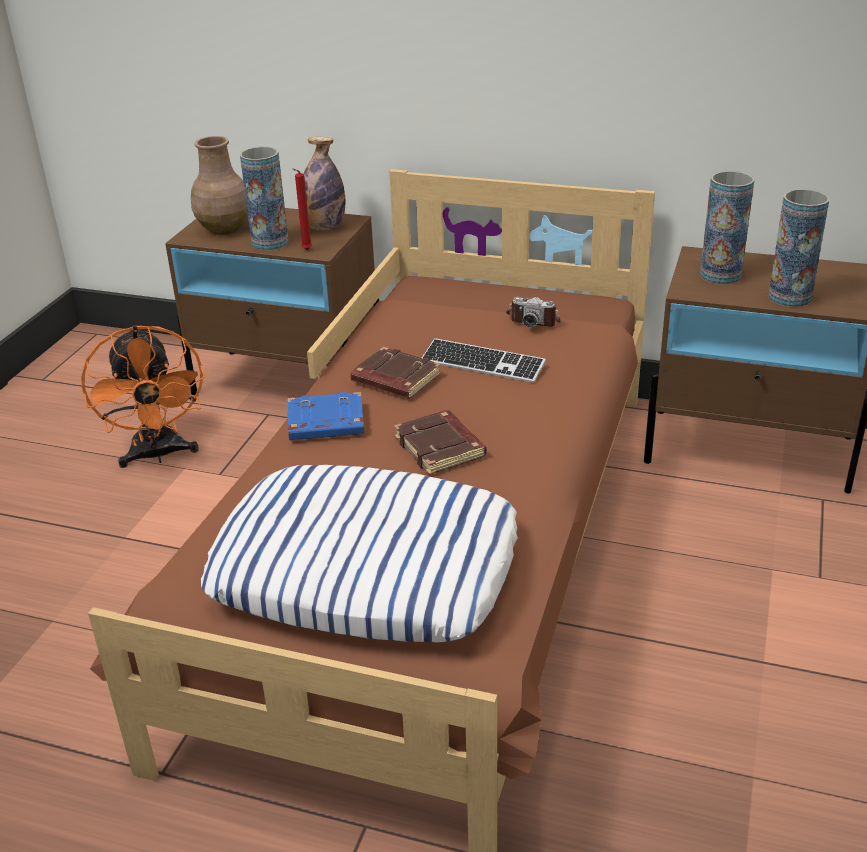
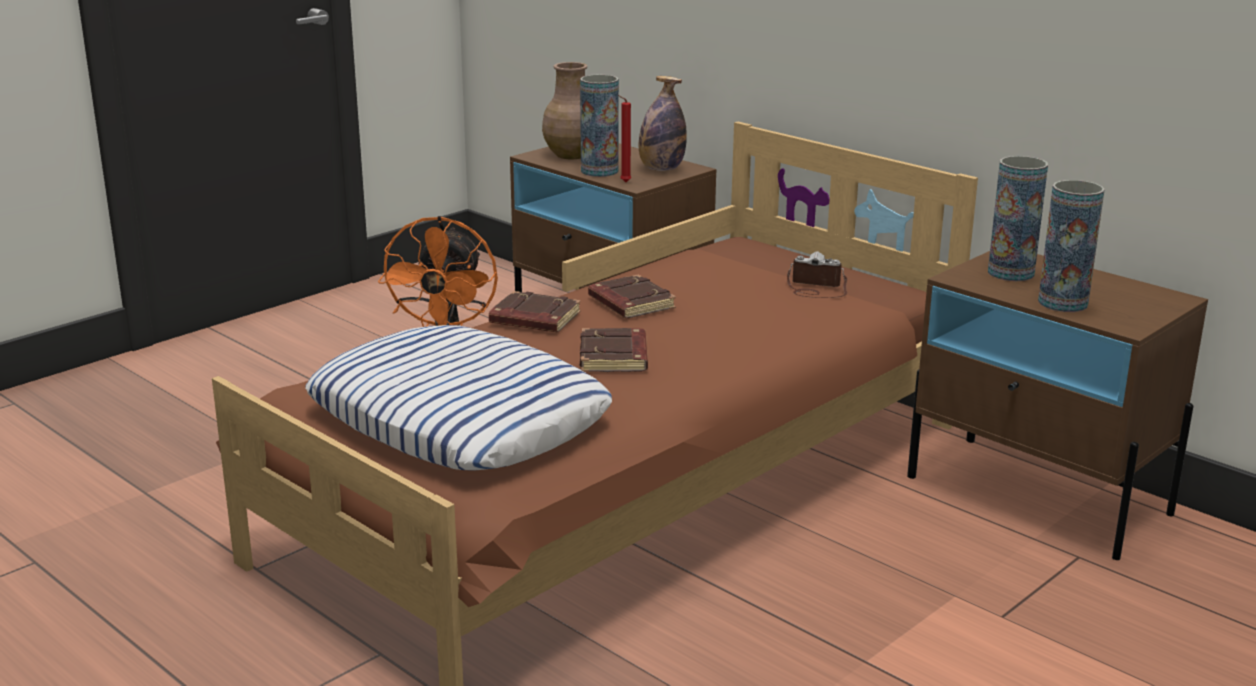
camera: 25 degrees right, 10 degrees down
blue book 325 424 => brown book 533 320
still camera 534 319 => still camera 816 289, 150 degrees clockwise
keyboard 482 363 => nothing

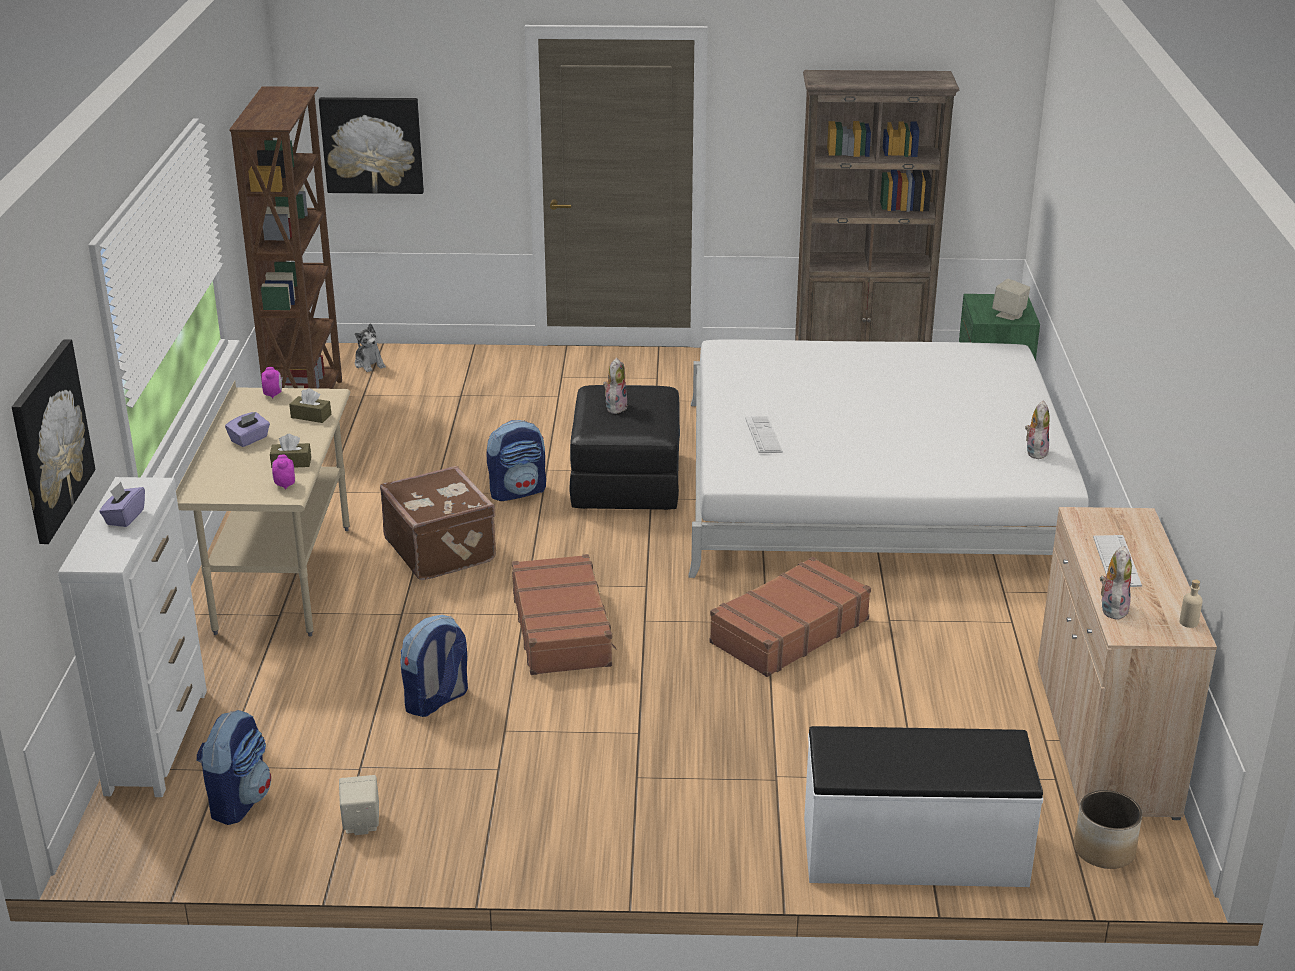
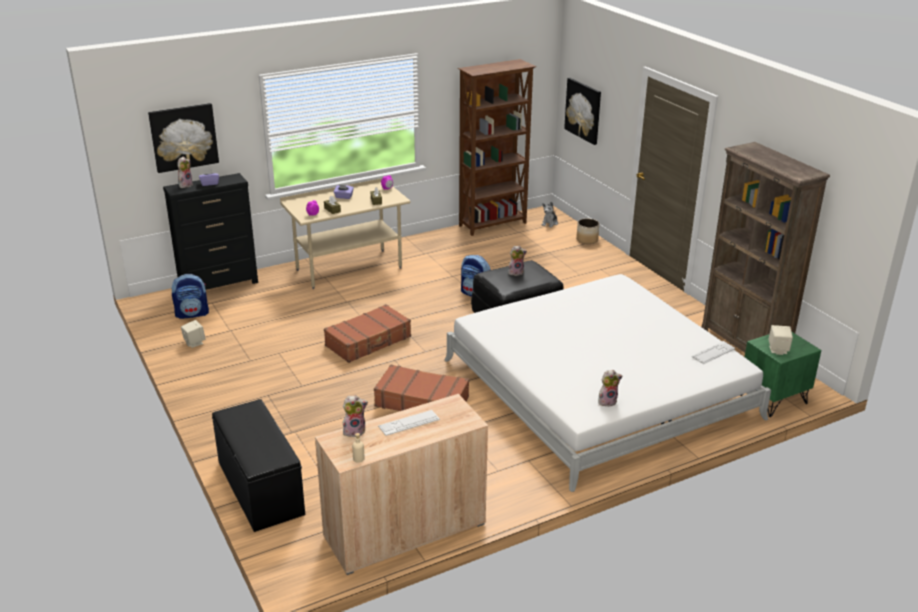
camera: 60 degrees right, 0 degrees up
whitish dresser 158 740 => black-coloured dresser 219 285
nothing => plush toy 185 185
whitish long seat 914 853 => black-coloured long seat 259 488
planter 1104 850 => planter 587 240, shifted
keyboard 763 435 => keyboard 713 353, shifted
brown suitcase 441 549 => nothing
knapsack 436 701 => nothing

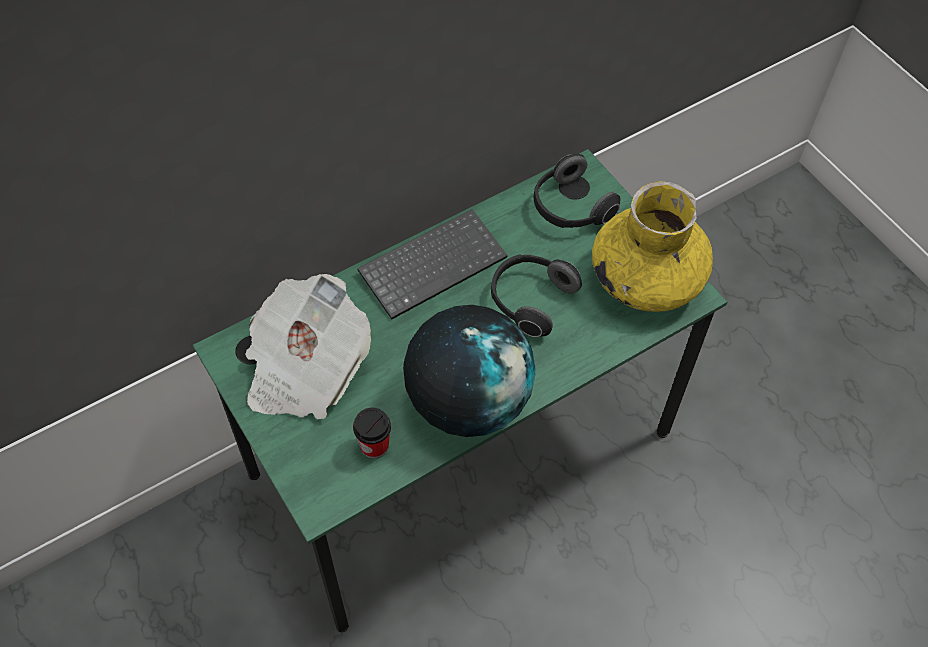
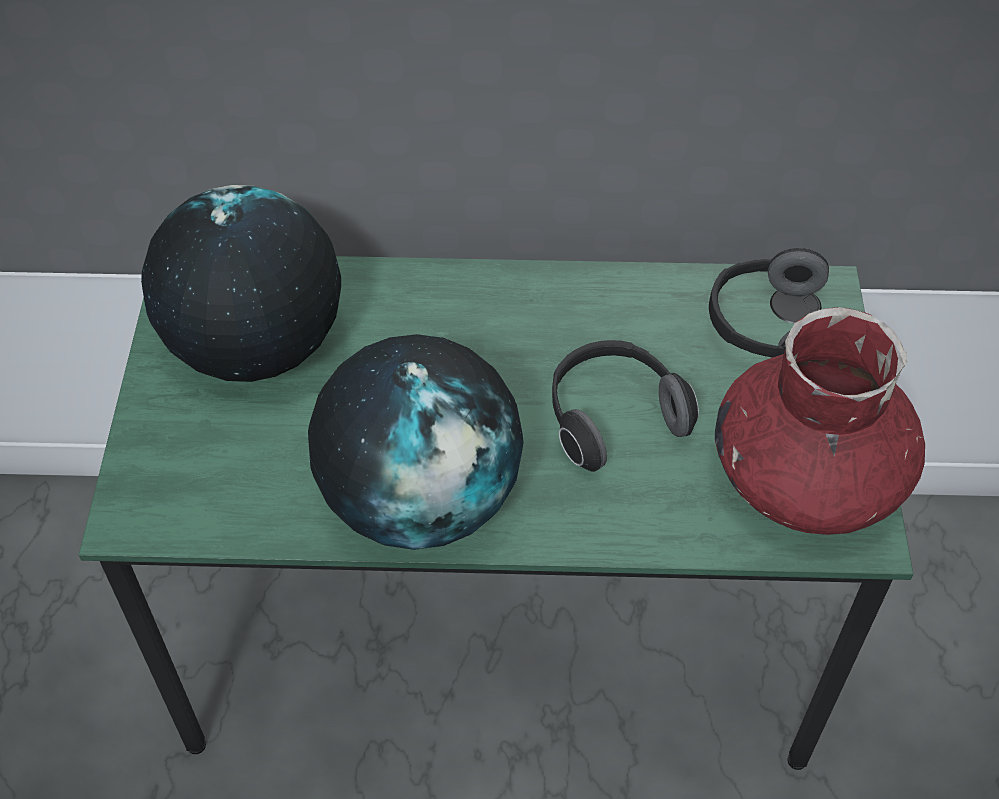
camera: 35 degrees right, 5 degrees down
printed paper 305 368 => world globe 255 347
yellowish decorative vase 646 279 => reddish decorative vase 807 476
cup 374 446 => nothing
keyboard 433 263 => nothing

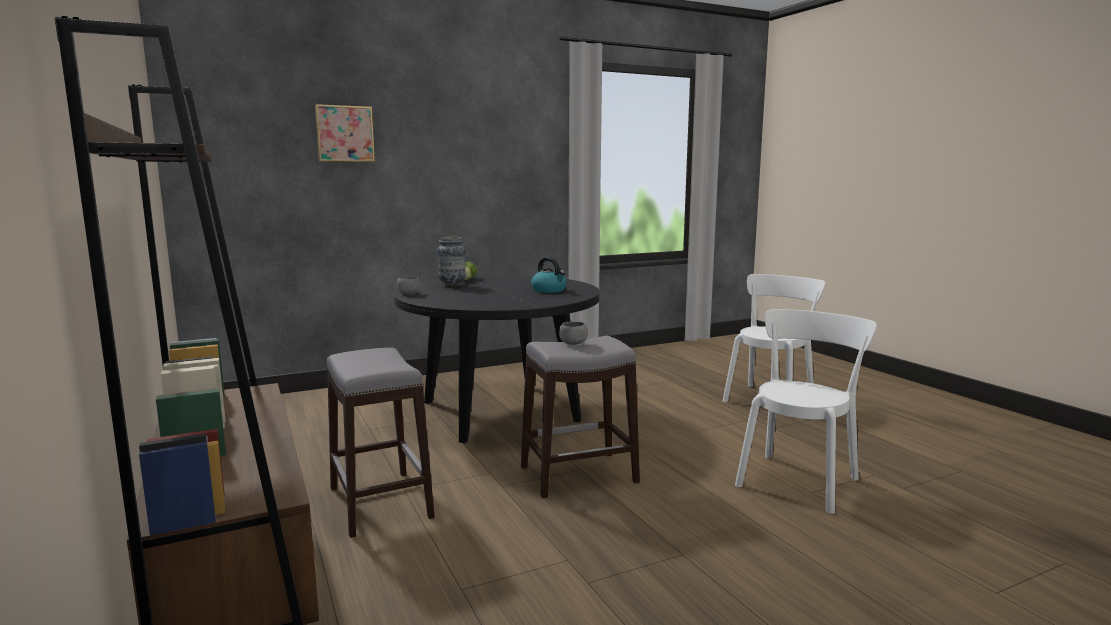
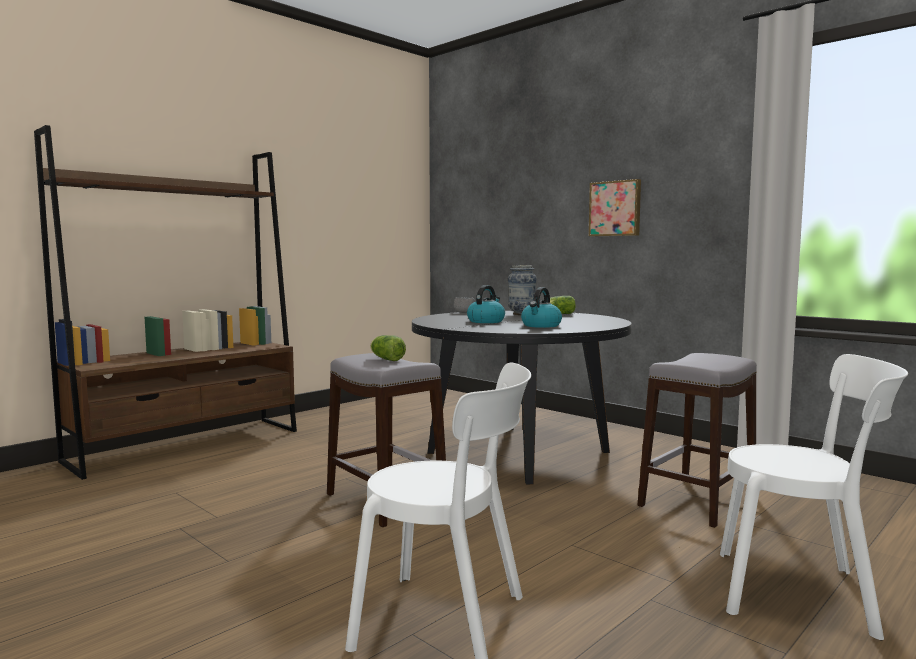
camera: 70 degrees right, 5 degrees down
greyish bowl 573 343 => head of lettuce 386 359
nothing => tea kettle 486 321
picture 344 134 => picture 615 208, shifted
greyish stool seat 381 502 => greyish stool seat 698 501, shifted

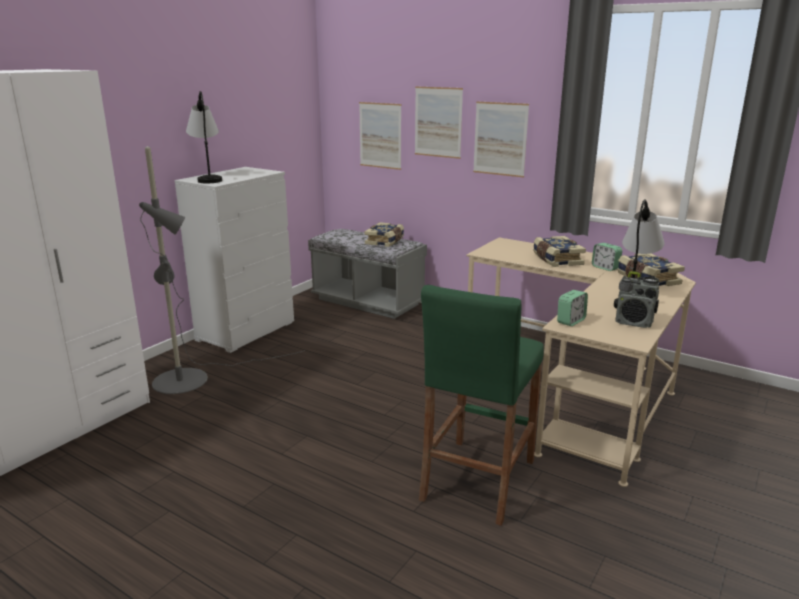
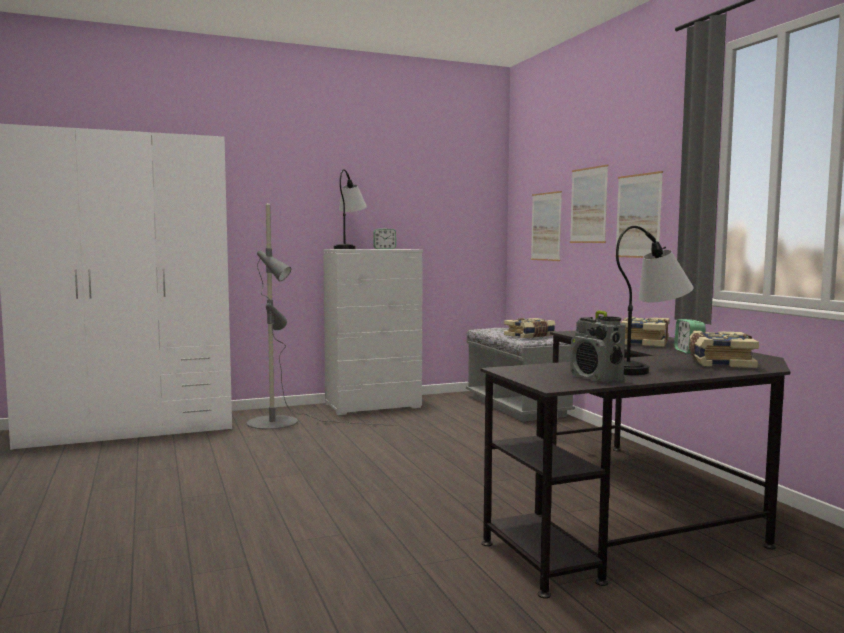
camera: 35 degrees right, 15 degrees down
bedside clock 571 321 => bedside clock 384 249, shifted
sand-coloured desk table 577 388 => black-coloured desk table 637 511
green-coloured stool seat 477 480 => nothing

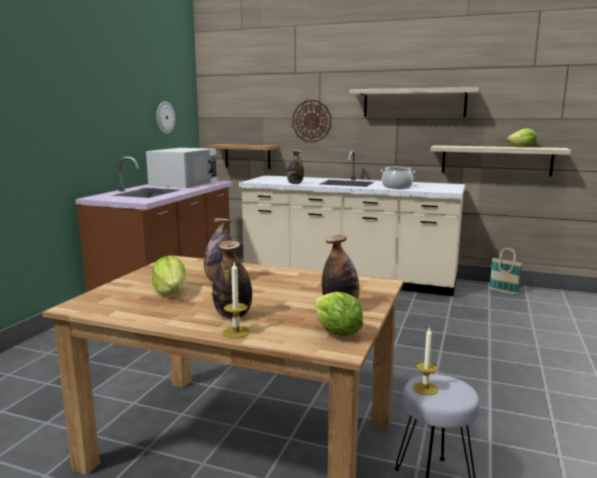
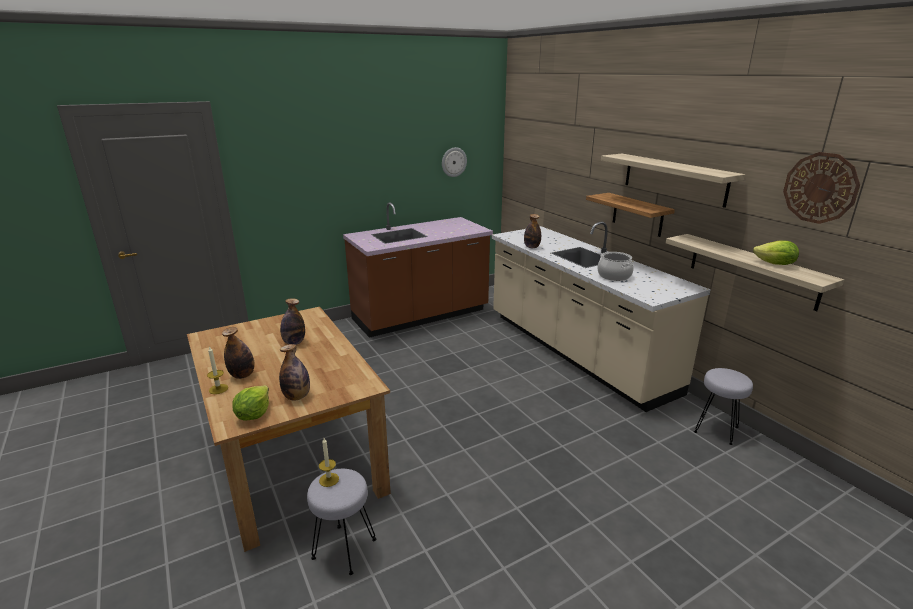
camera: 40 degrees right, 10 degrees up
shelf 247 156 => shelf 637 214, shifted
basket 503 291 => greyish stool seat 717 430
hanging clock 311 121 => hanging clock 820 188, shifted
whitish microwave oven 184 183 => nothing
head of lettuce 171 292 => nothing

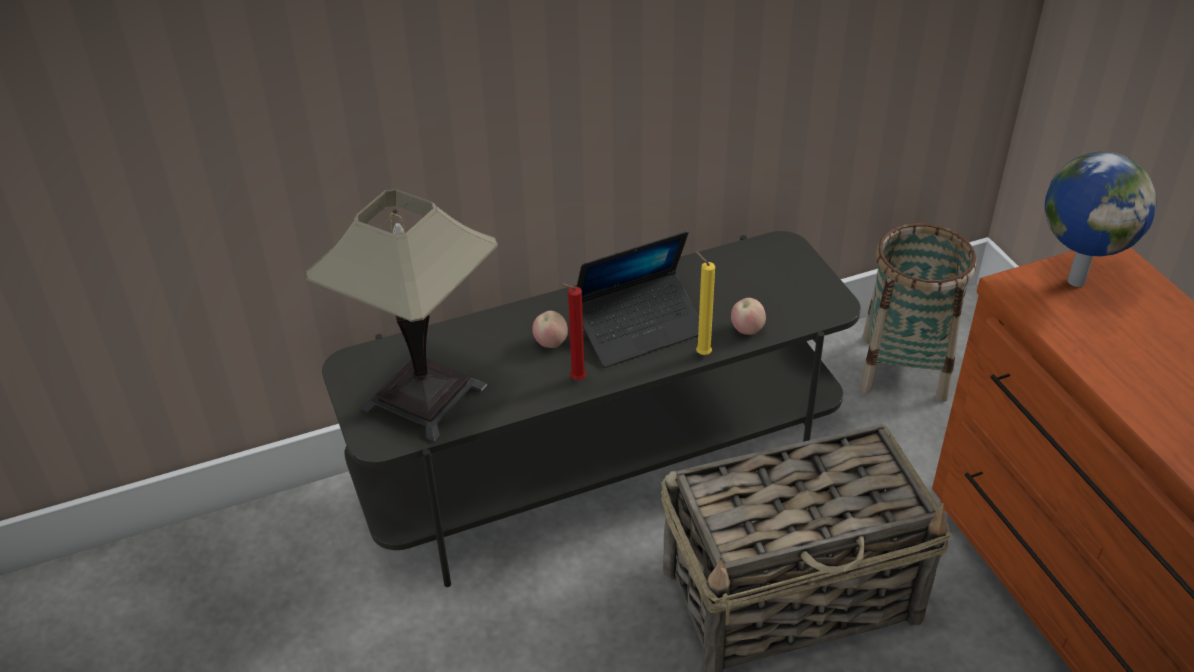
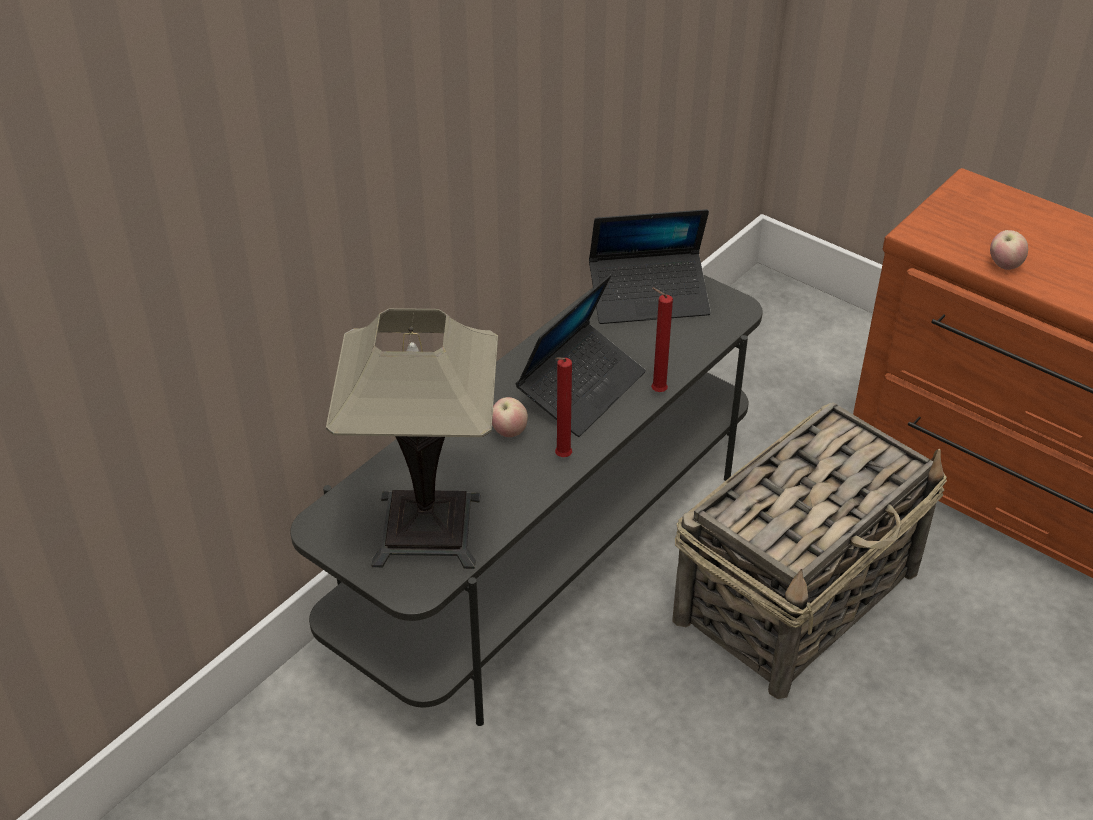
camera: 30 degrees left, 0 degrees up
nothing => notebook computer 649 298
yellowish candle 701 353 => reddish candle 656 392
whole apple 747 330 => whole apple 1004 265, shifted
basket 904 368 => nothing
world globe 1075 280 => nothing

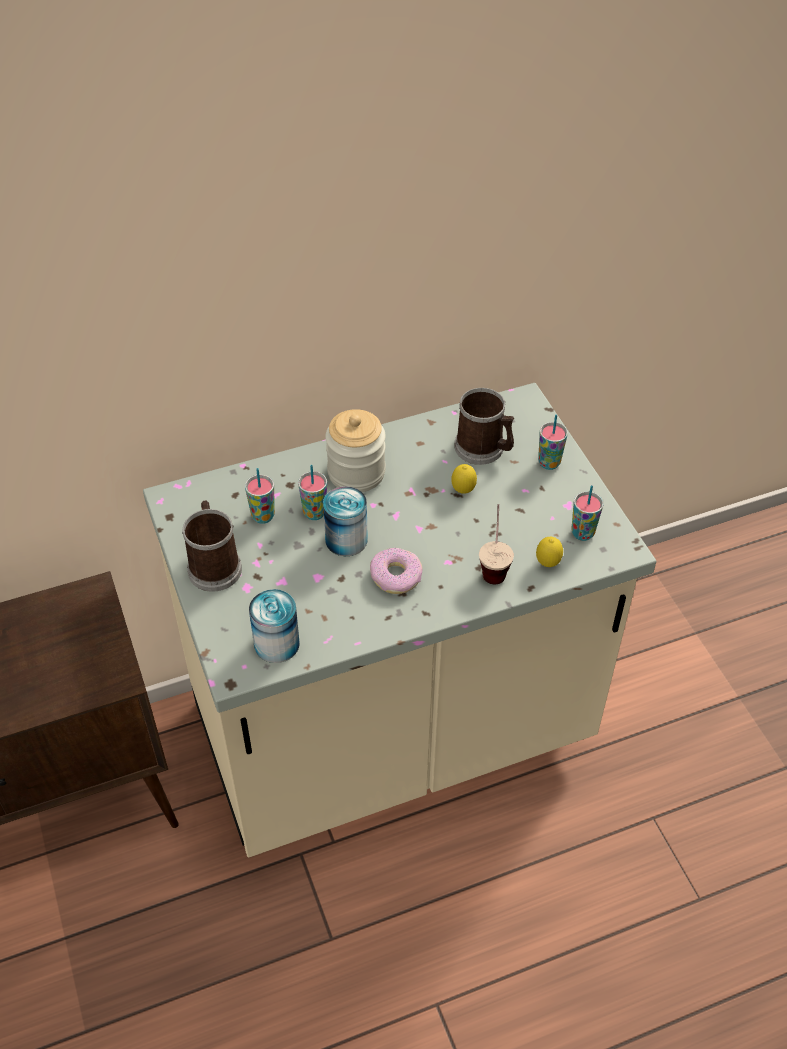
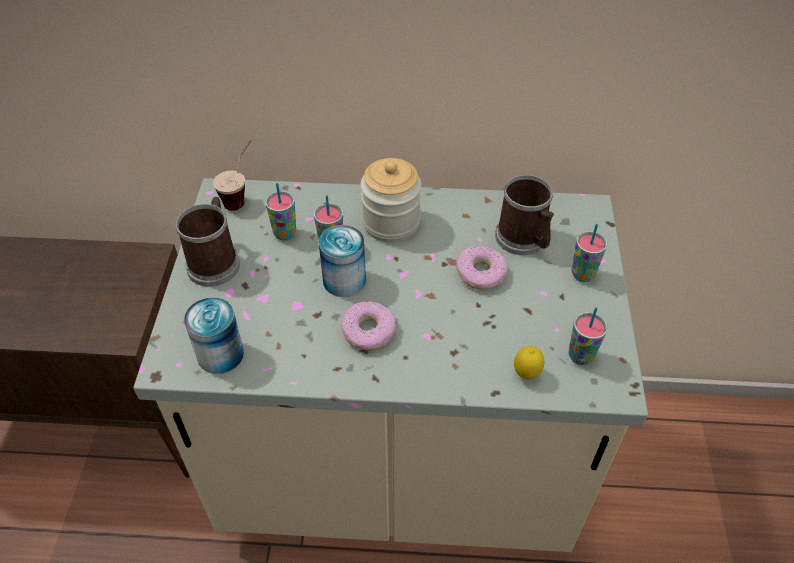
camera: 25 degrees right, 0 degrees up
cup 494 565 => cup 241 196, shifted
lemon 463 491 => ring doughnut 481 273

